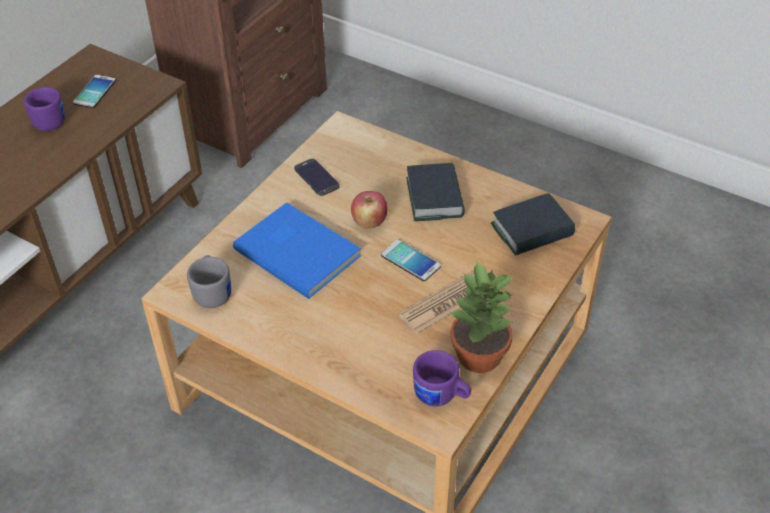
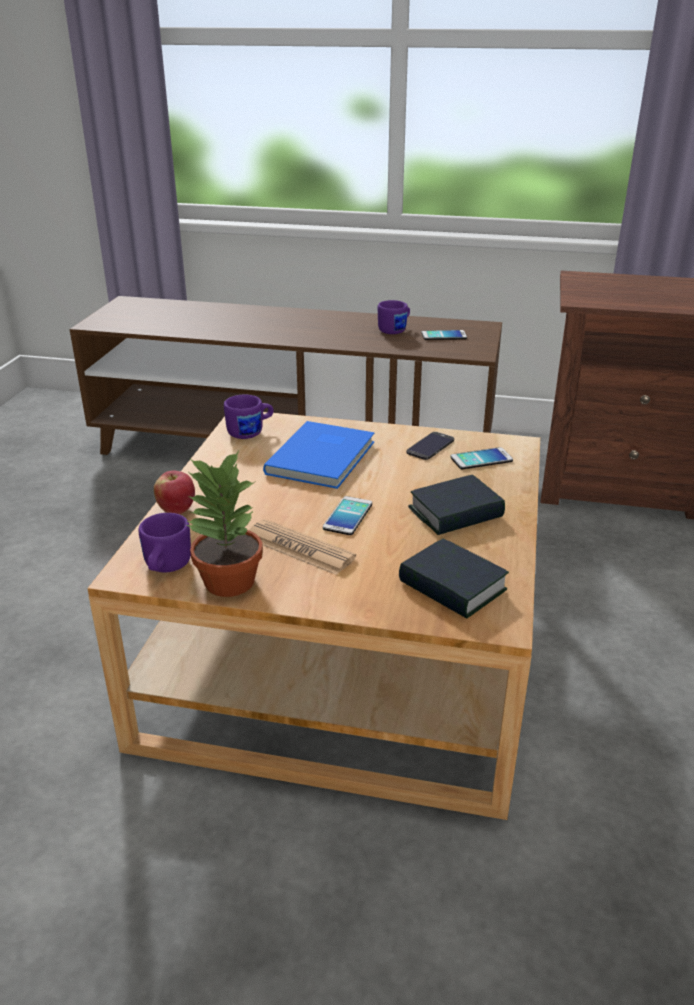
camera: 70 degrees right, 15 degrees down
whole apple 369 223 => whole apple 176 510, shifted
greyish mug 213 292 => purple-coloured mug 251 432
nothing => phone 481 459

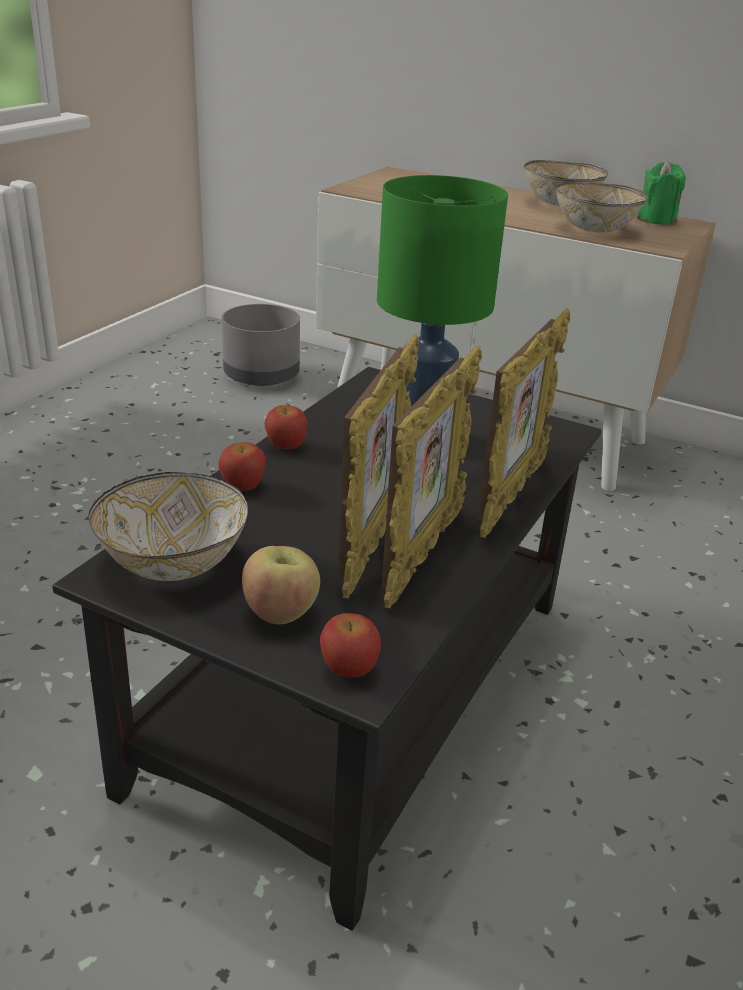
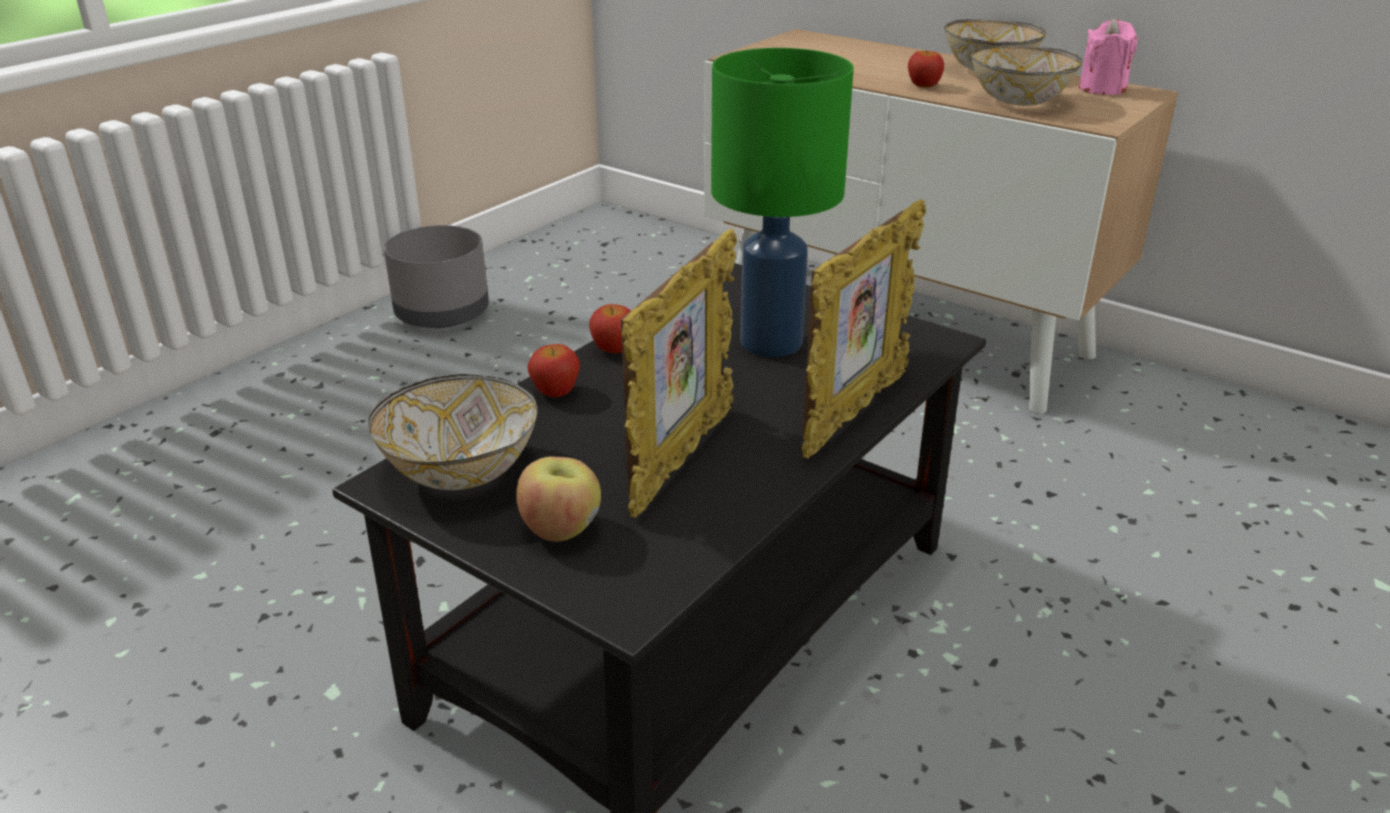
camera: 10 degrees right, 0 degrees up
greyish planter 260 375 => greyish planter 441 314, shifted
whole apple 348 668 => whole apple 923 85, shifted
green-coloured candle 656 220 => pink candle 1102 89
standing frame 422 555 => nothing

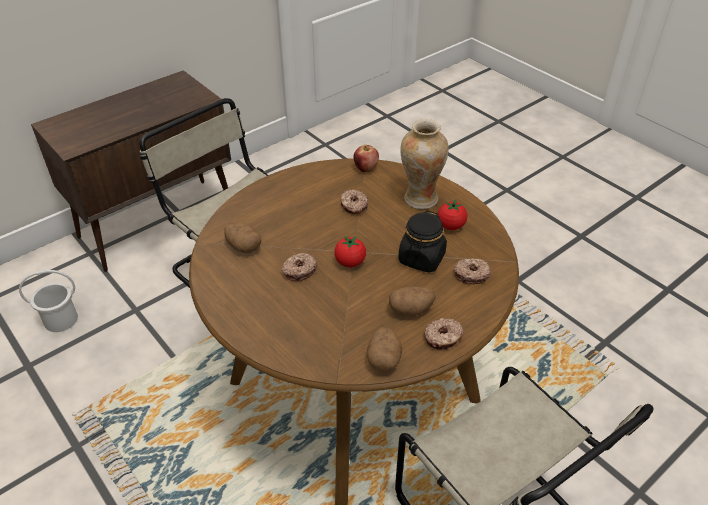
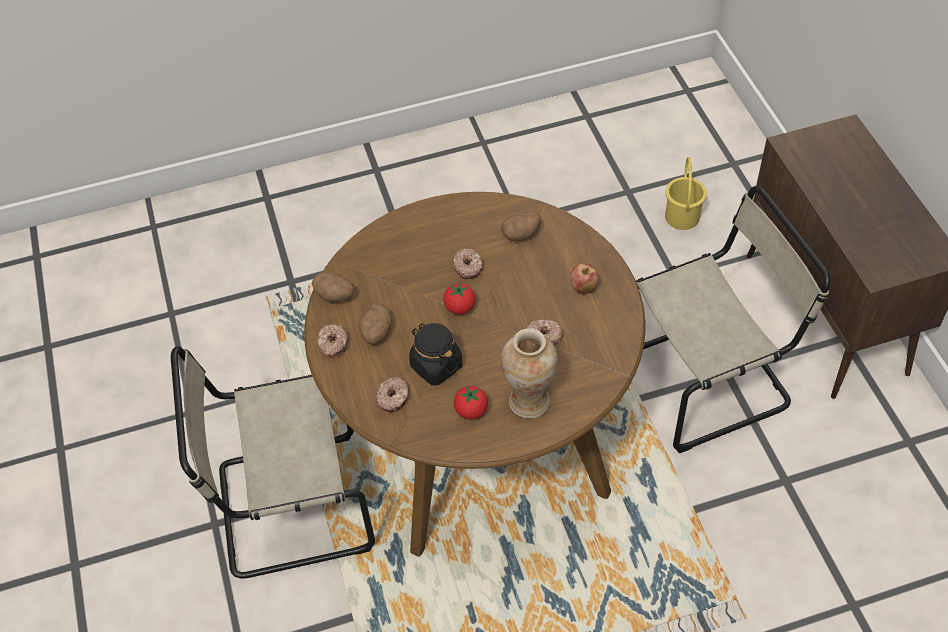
camera: 115 degrees right, 10 degrees up
whole apple 365 169 => whole apple 583 288, shifted
whitish pail 60 319 => yellowish pail 682 216

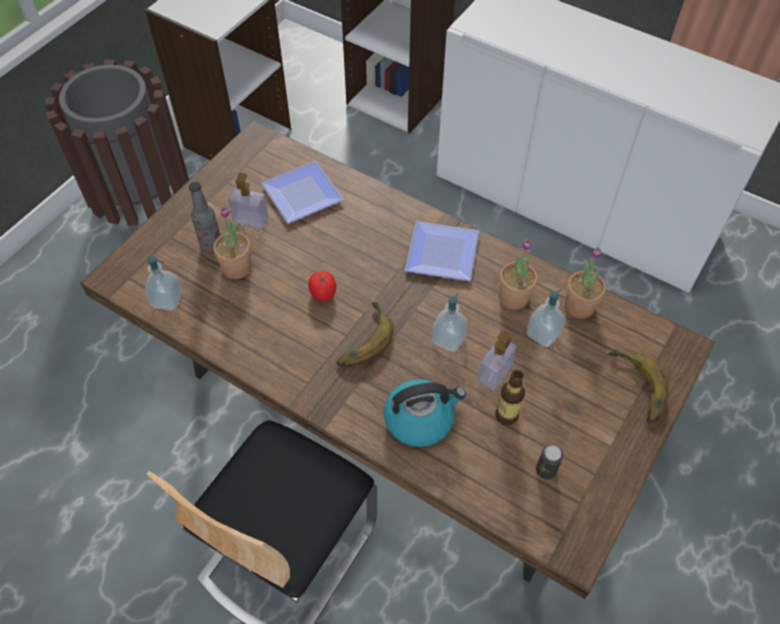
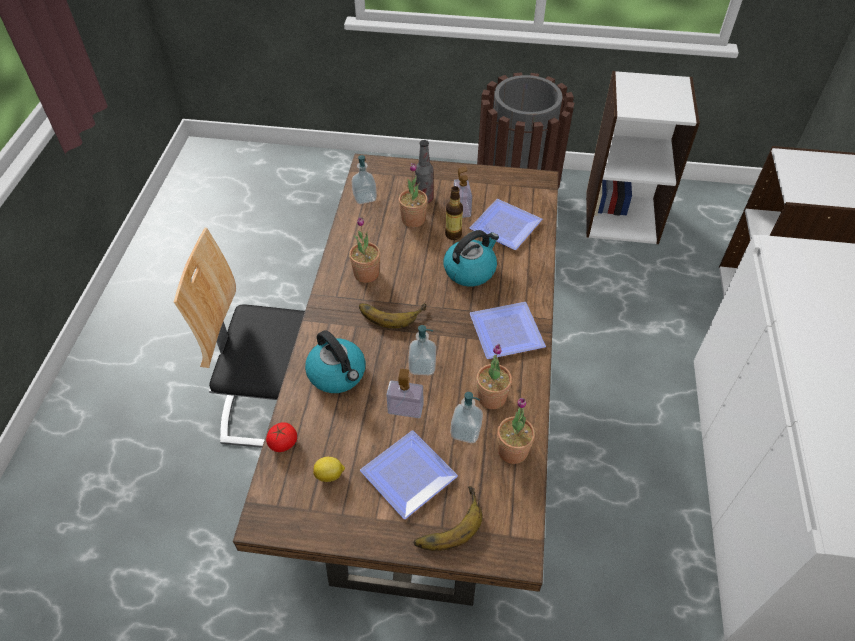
camera: 65 degrees right, 5 degrees down
tomato 323 293 => tomato 283 443, shifted
can 546 470 => lemon 330 475
nothing => plant in a pot 366 274
nothing => flat dish 412 475
nothing => tea kettle 470 270
bottle 506 416 => bottle 453 234, shifted

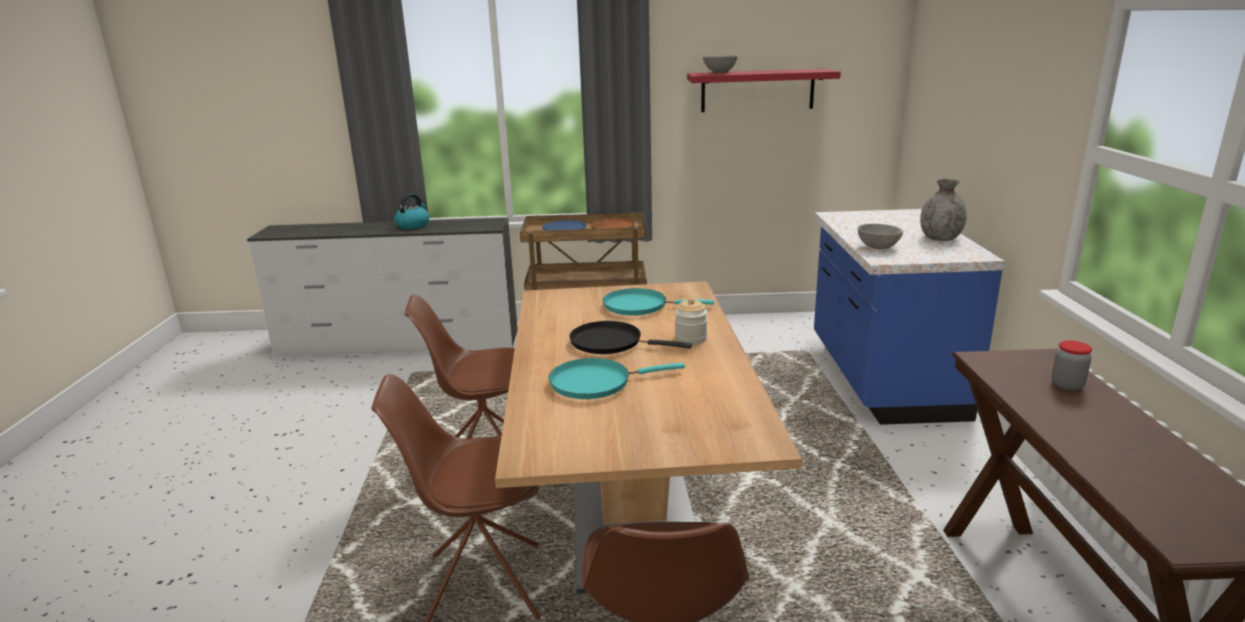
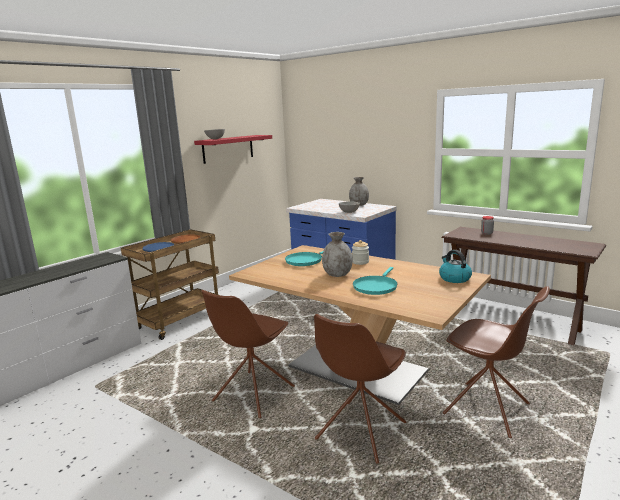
camera: 50 degrees left, 5 degrees down
black-coloured frying pan 611 342 => greyish decorative vase 337 274
tea kettle 413 225 => tea kettle 454 278, shifted

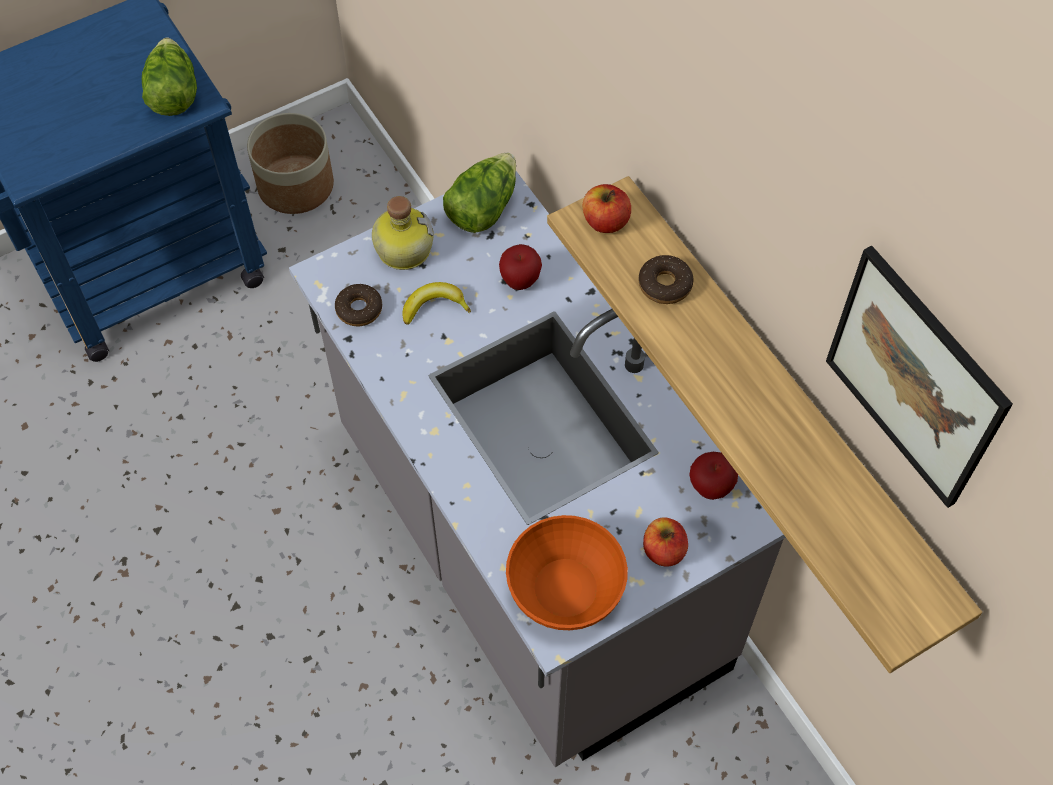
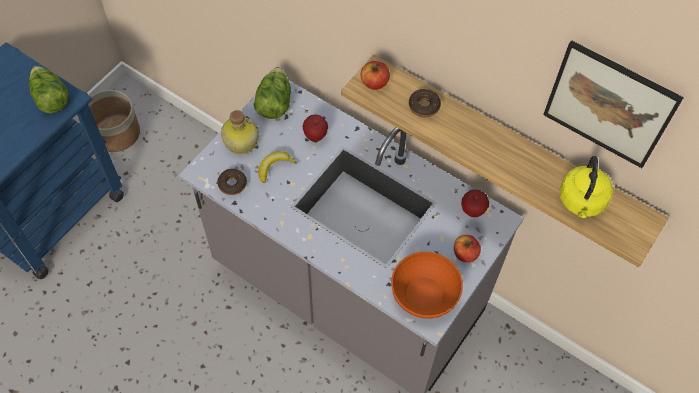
camera: 25 degrees left, 0 degrees up
nothing => yellowish tea kettle 581 202

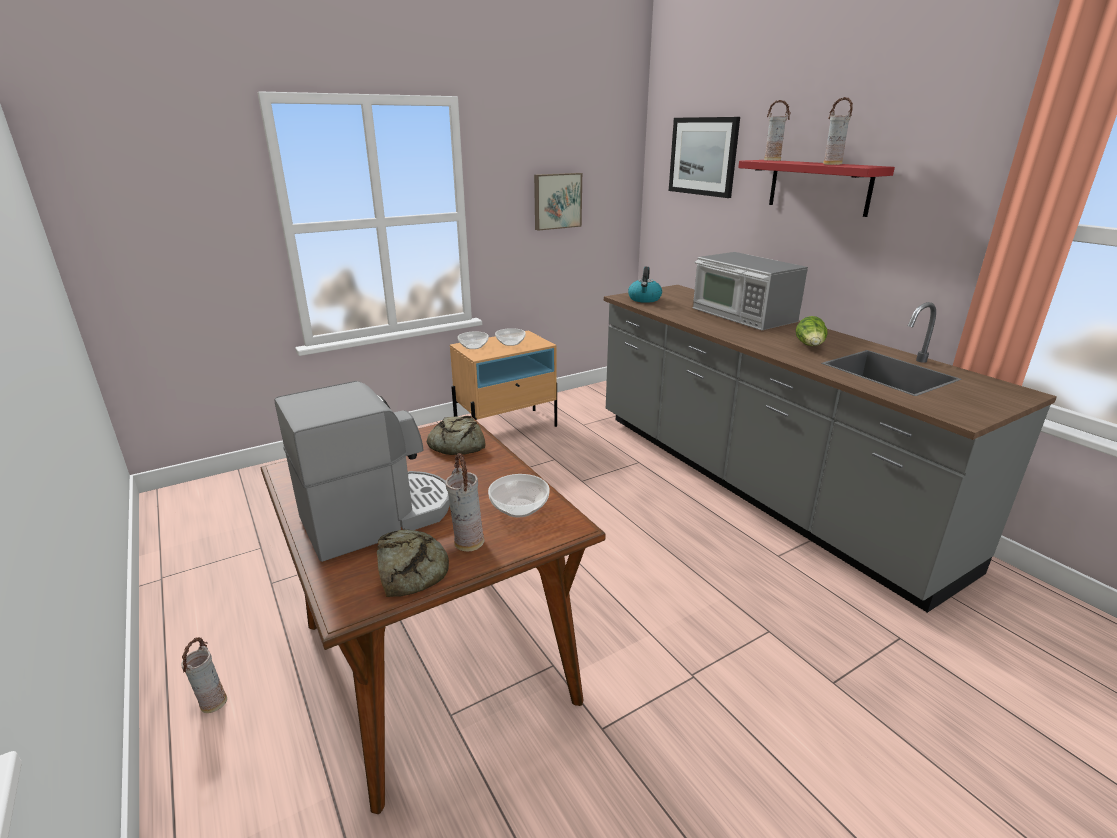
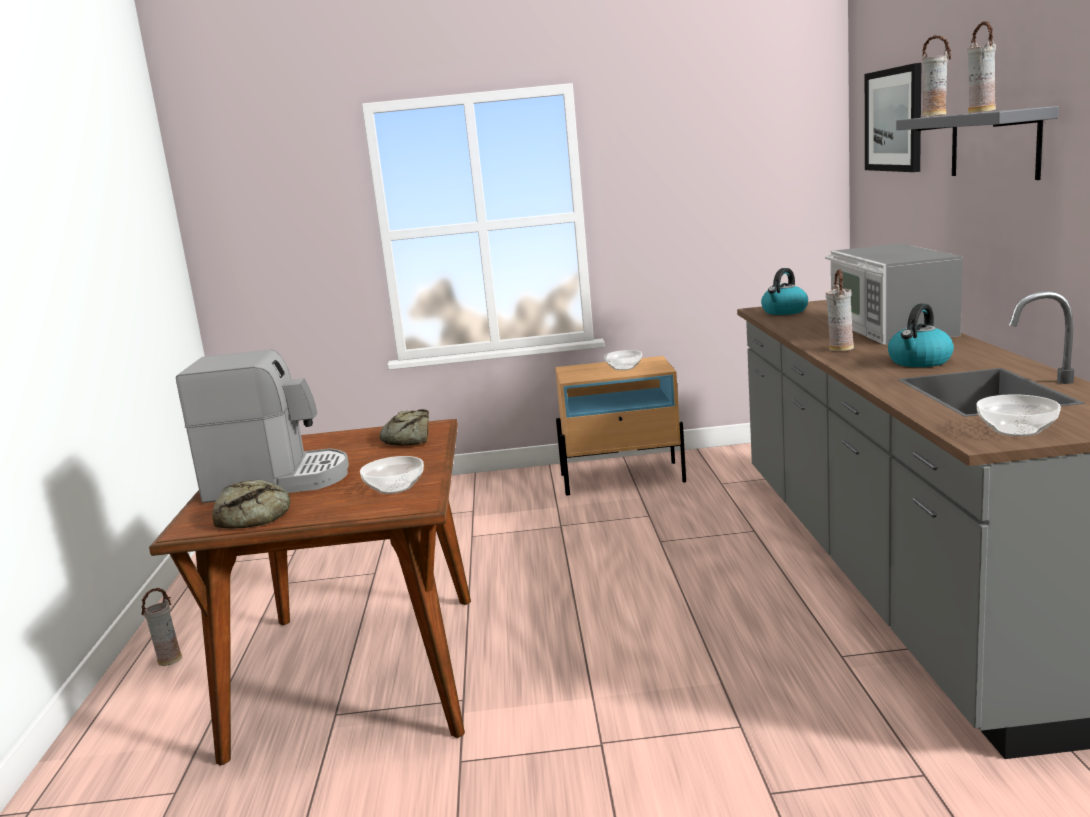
camera: 30 degrees right, 10 degrees down
decorative vase 467 543 => decorative vase 840 349, shifted
head of lettuce 810 346 => tea kettle 919 362
reddish shelf 819 187 => greyish shelf 994 144
bowl 473 346 => bowl 1015 430, shifted
picture 557 201 => nothing

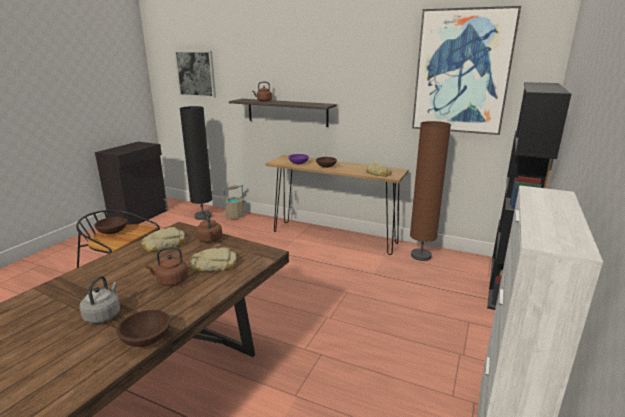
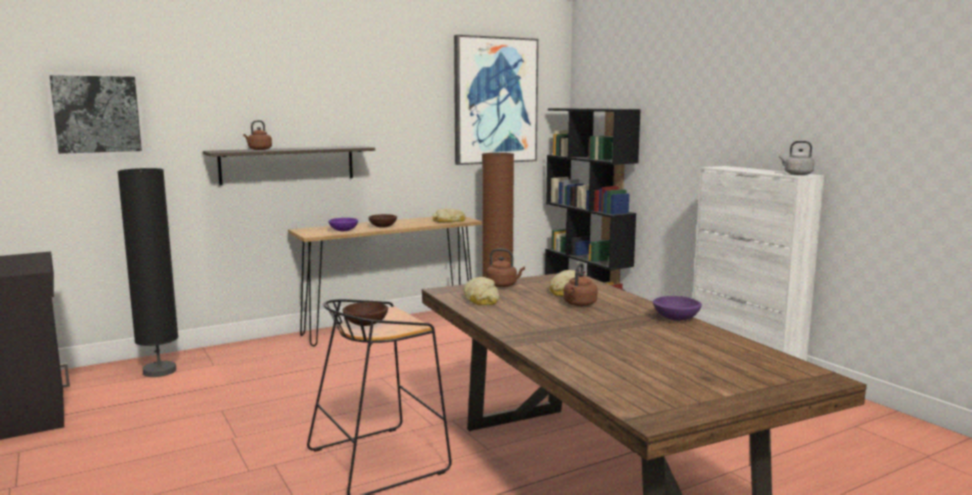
camera: 55 degrees left, 10 degrees down
brown bowl 147 338 => purple-coloured bowl 675 318
greyish tea kettle 103 315 => greyish tea kettle 796 174, shifted
sand-coloured pail 234 216 => nothing

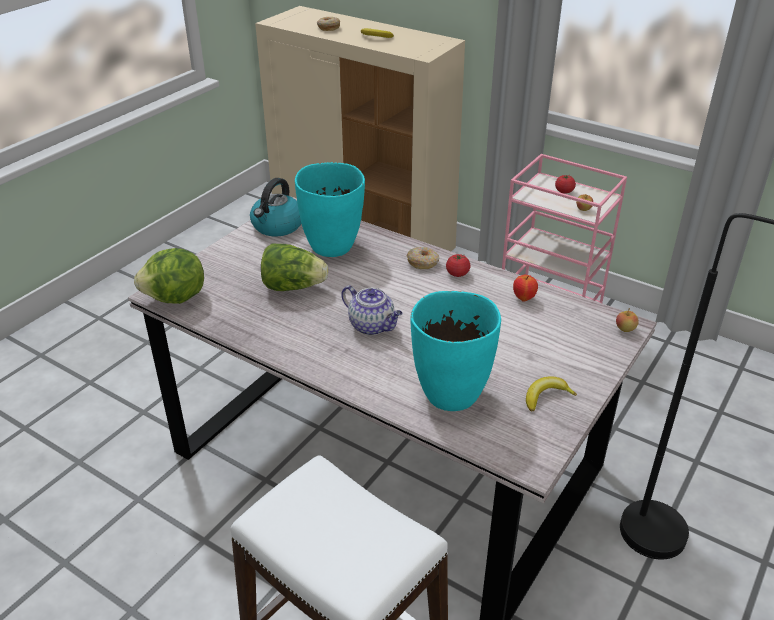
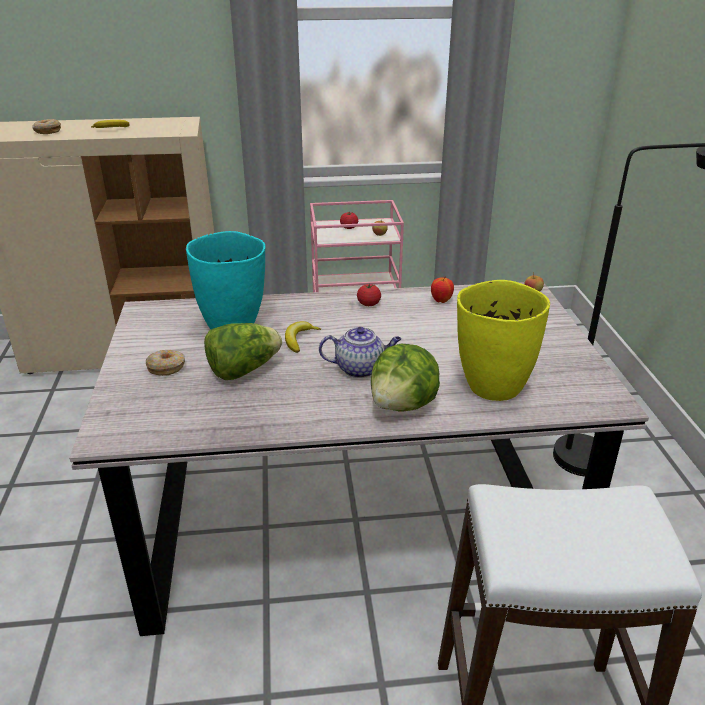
camera: 40 degrees left, 5 degrees down
ring doughnut 423 262 => ring doughnut 166 367, shifted
banana fruit 546 397 => banana fruit 299 340, shifted
head of lettuce 176 298 => head of lettuce 403 405, shifted
blue-green decorative vase 450 393 => yellowish decorative vase 492 387
tea kettle 277 226 => nothing

